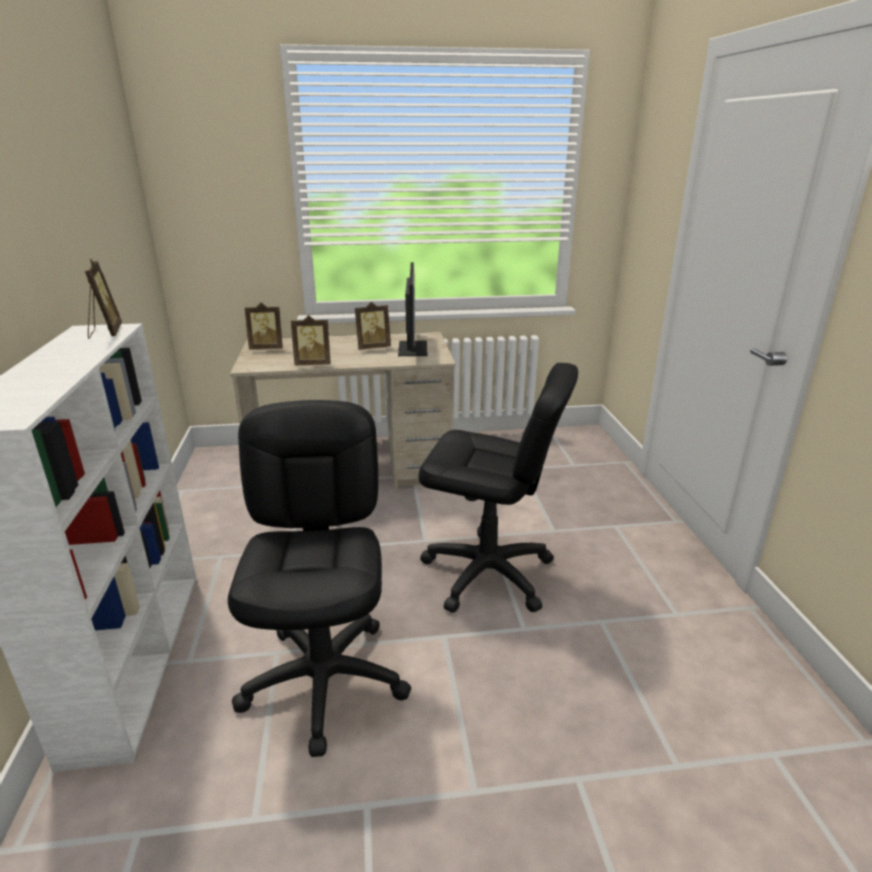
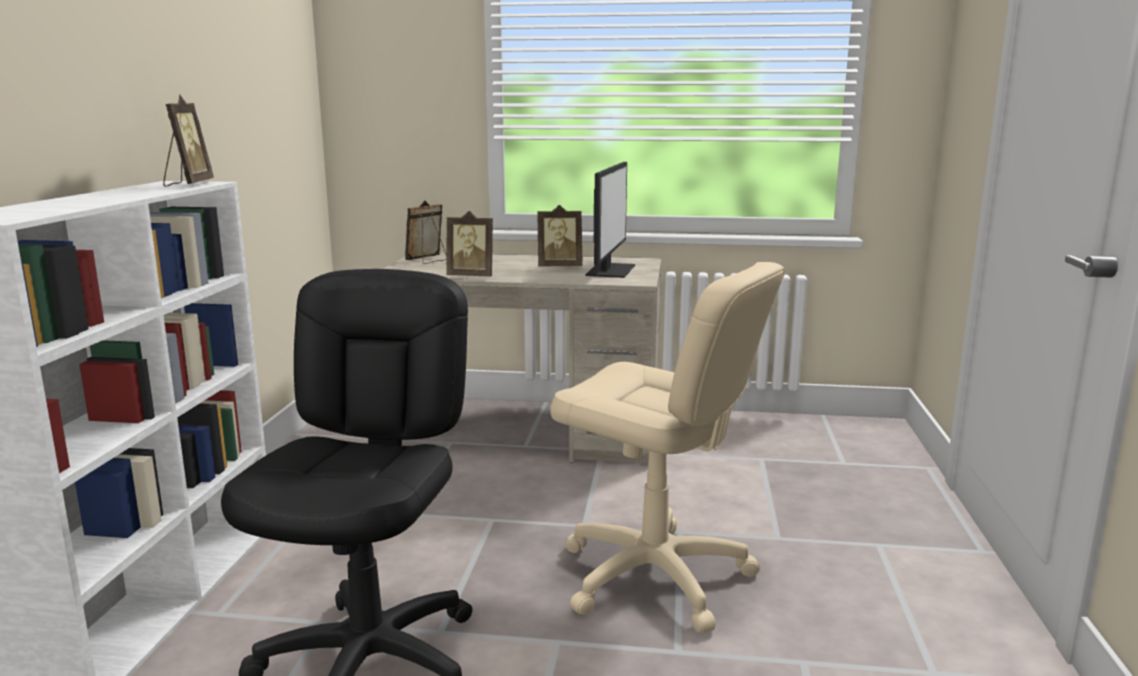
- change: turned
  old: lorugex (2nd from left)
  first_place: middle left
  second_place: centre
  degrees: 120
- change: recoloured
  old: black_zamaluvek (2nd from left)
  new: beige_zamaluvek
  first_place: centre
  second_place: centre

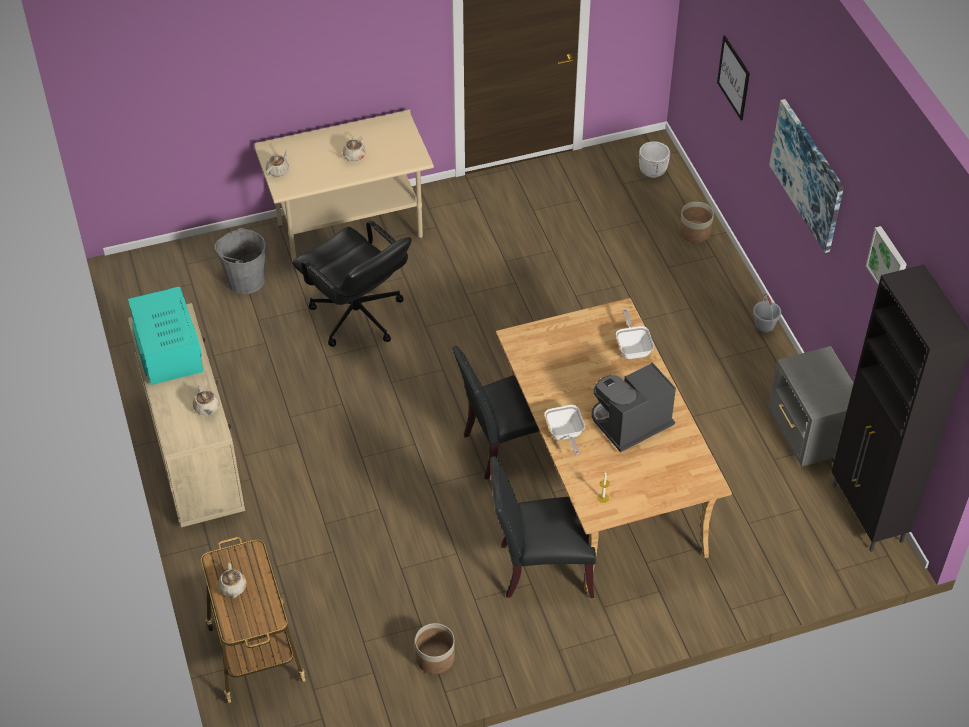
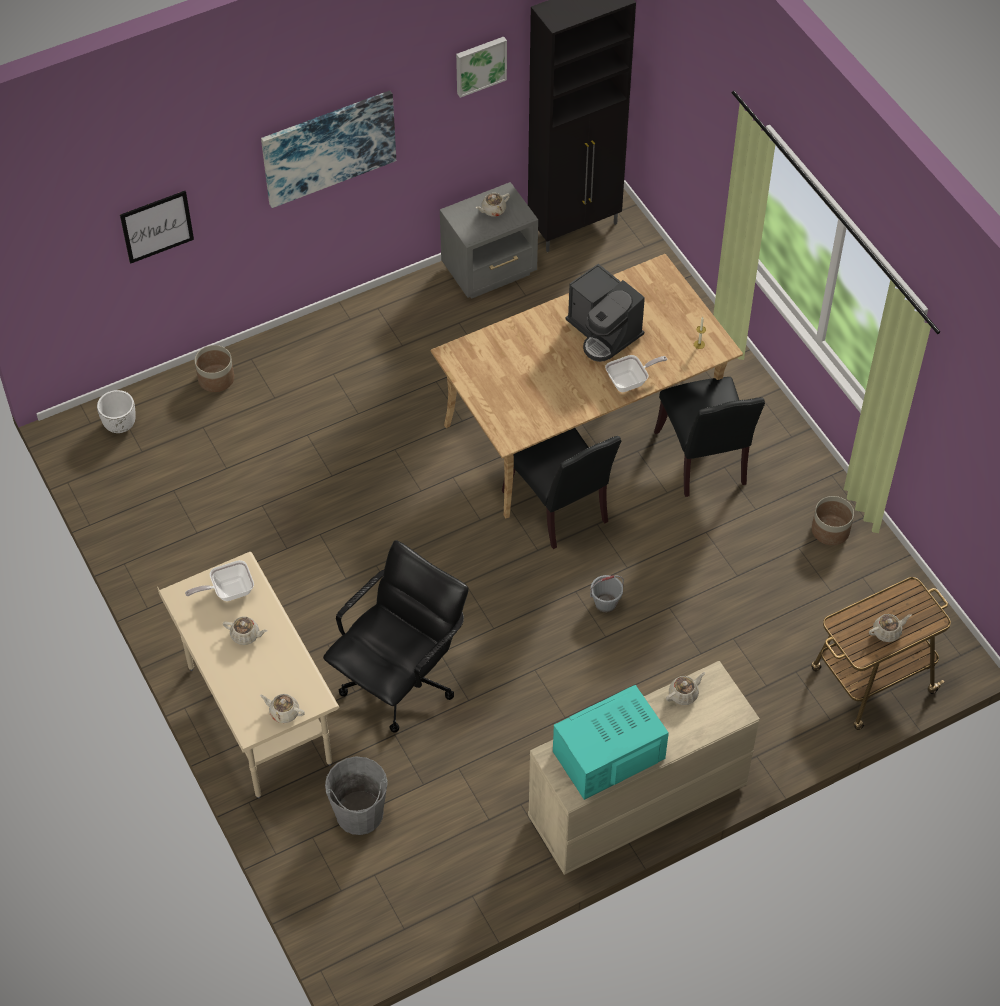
- change: moved
  old: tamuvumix (2nd from left in the first image)
  new: tamuvumix (1st from left)
  first_place: centre
  second_place: middle left
- change: moved
  old: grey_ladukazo (2nd from left)
  first_place: middle right
  second_place: centre
- change: added
  new: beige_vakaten (3rd from left)
  second_place: top centre

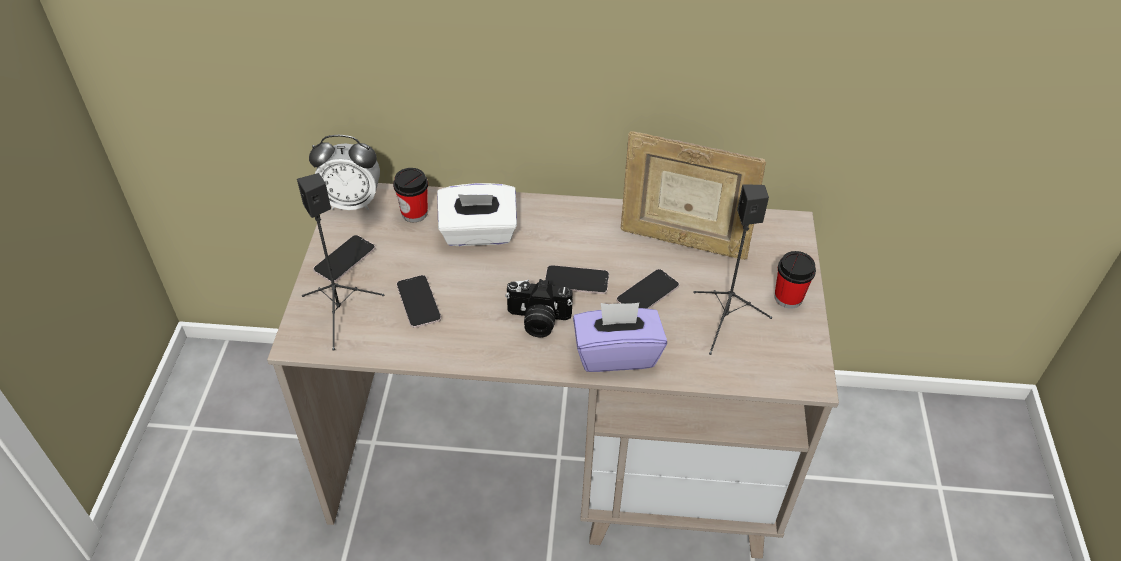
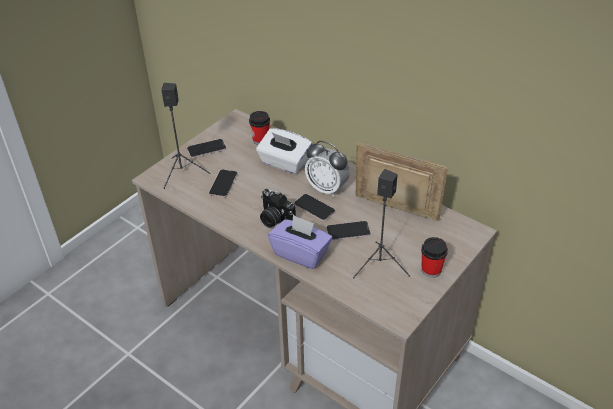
- change: moved
  old: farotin
  first_place: top left
  second_place: centre
- change: turned
  old: lorugex
  first_place: centre
  second_place: centre
  degrees: 150

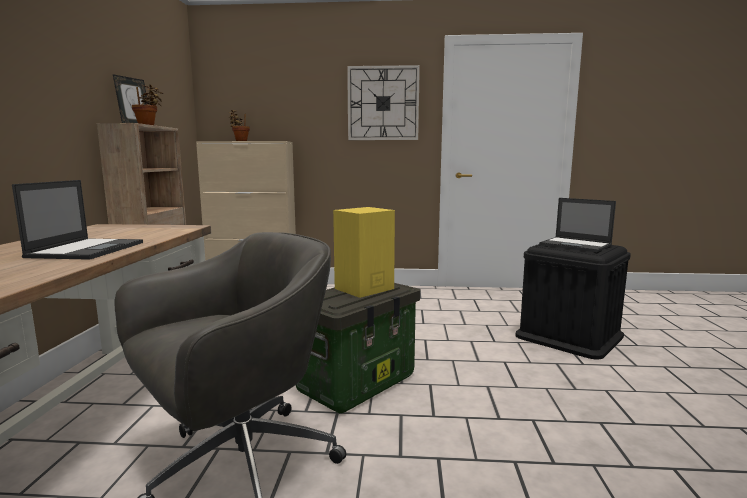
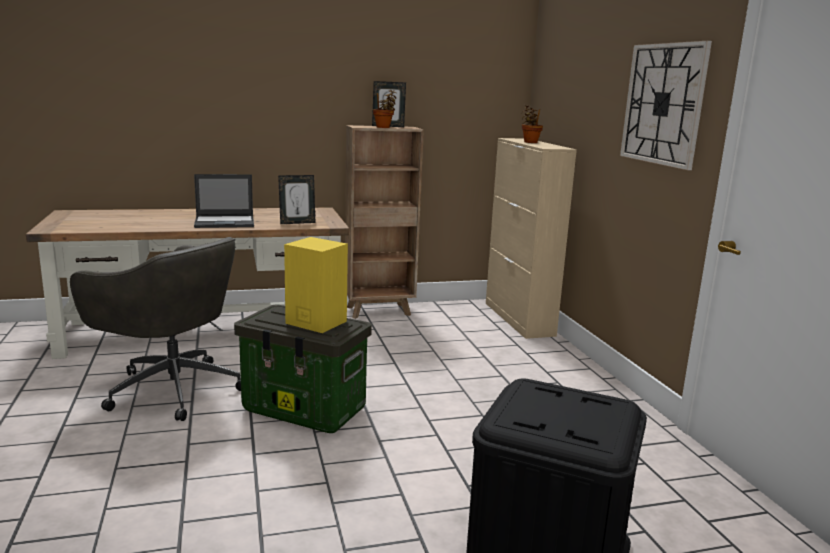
- change: removed
  old: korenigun (2nd from left)
  first_place: middle right
- change: added
  new: lorugex (1st from left)
  second_place: centre

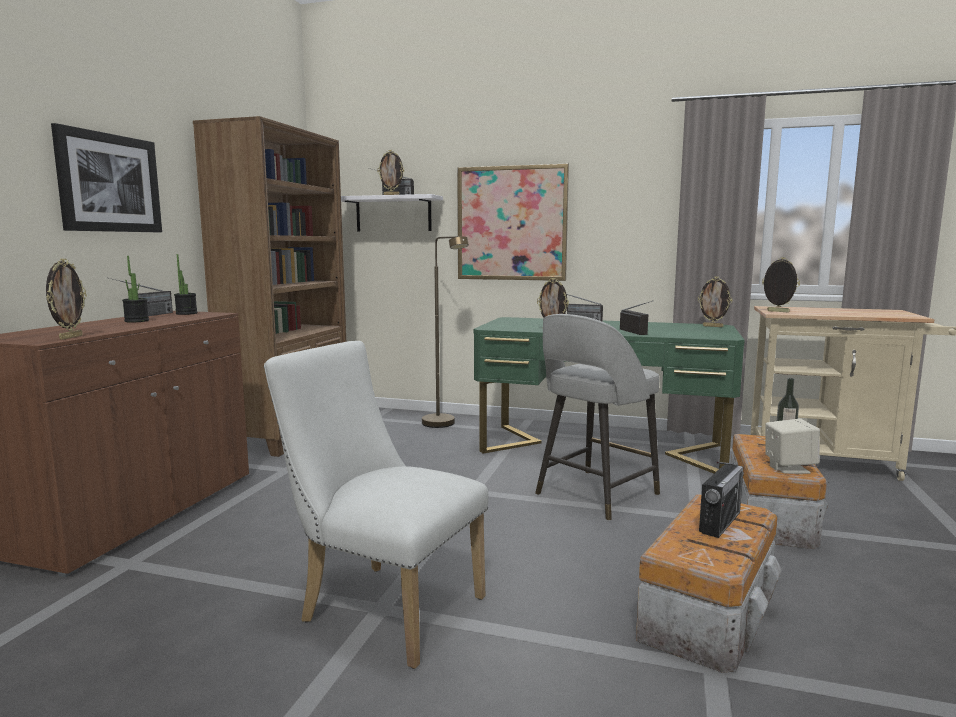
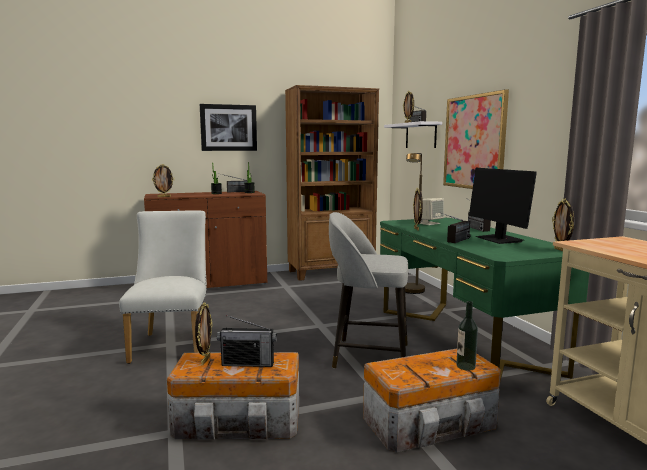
- change: moved
  old: lorugex (5th from left in the first image)
  new: lorugex (2nd from left)
  first_place: middle right
  second_place: bottom left
- change: moved
  old: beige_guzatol
  first_place: middle right
  second_place: centre
- change: added
  new: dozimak
  second_place: middle right

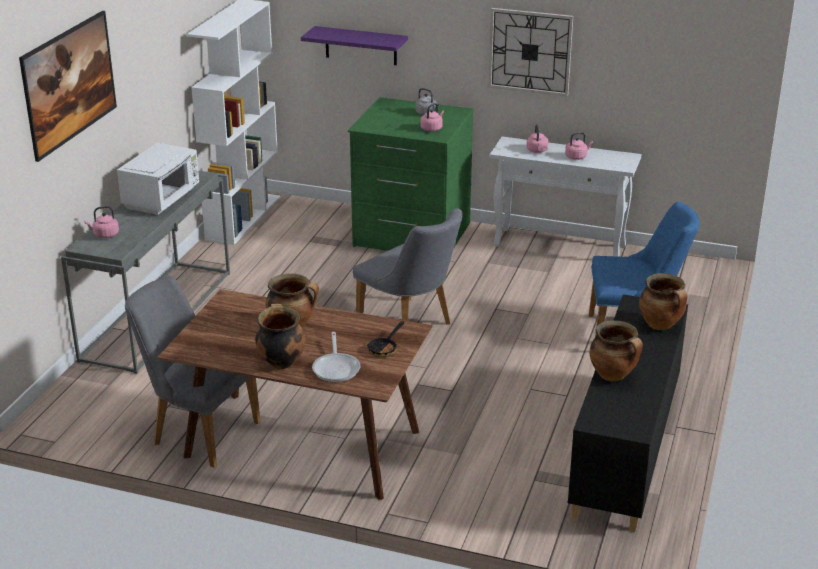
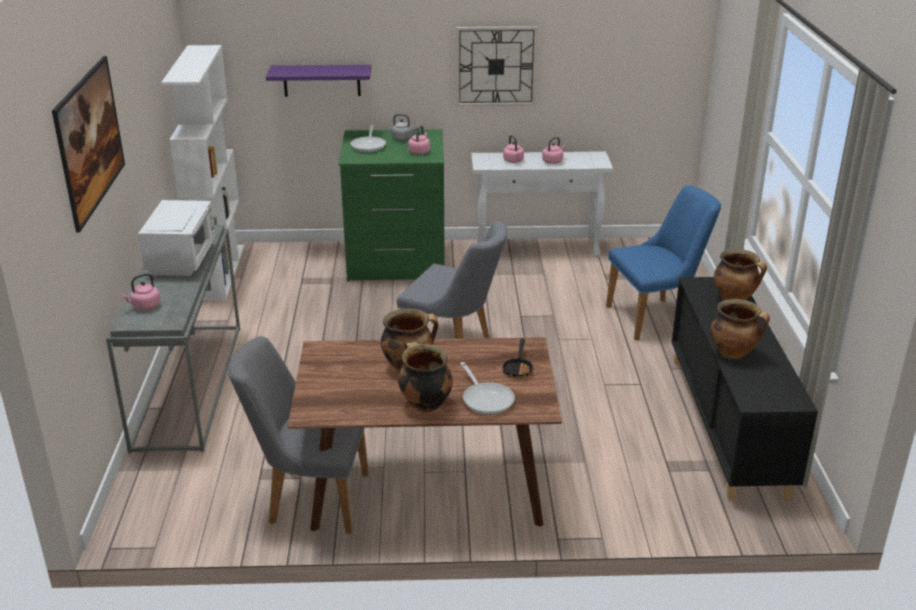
- change: added
  new: tamuvumix (1st from left)
  second_place: top centre

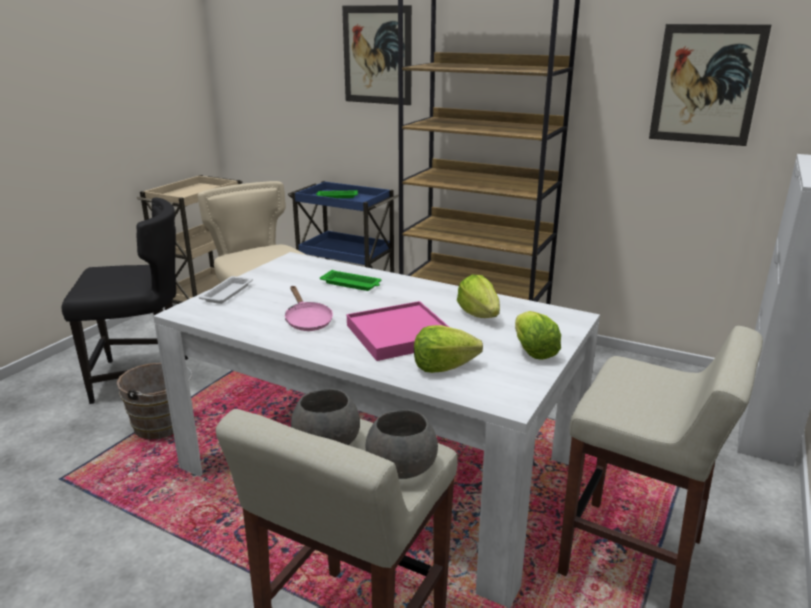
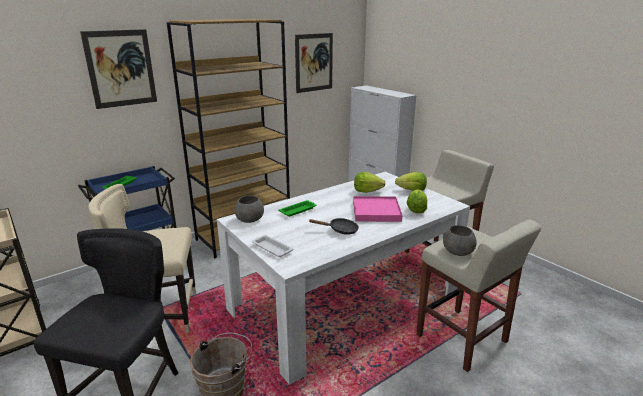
- change: recoloured
  old: pink_tamuvumix
  new: black_tamuvumix
  first_place: centre
  second_place: centre
- change: moved
  old: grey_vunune (2nd from left in the first image)
  new: grey_vunune (1st from left)
  first_place: bottom centre
  second_place: centre

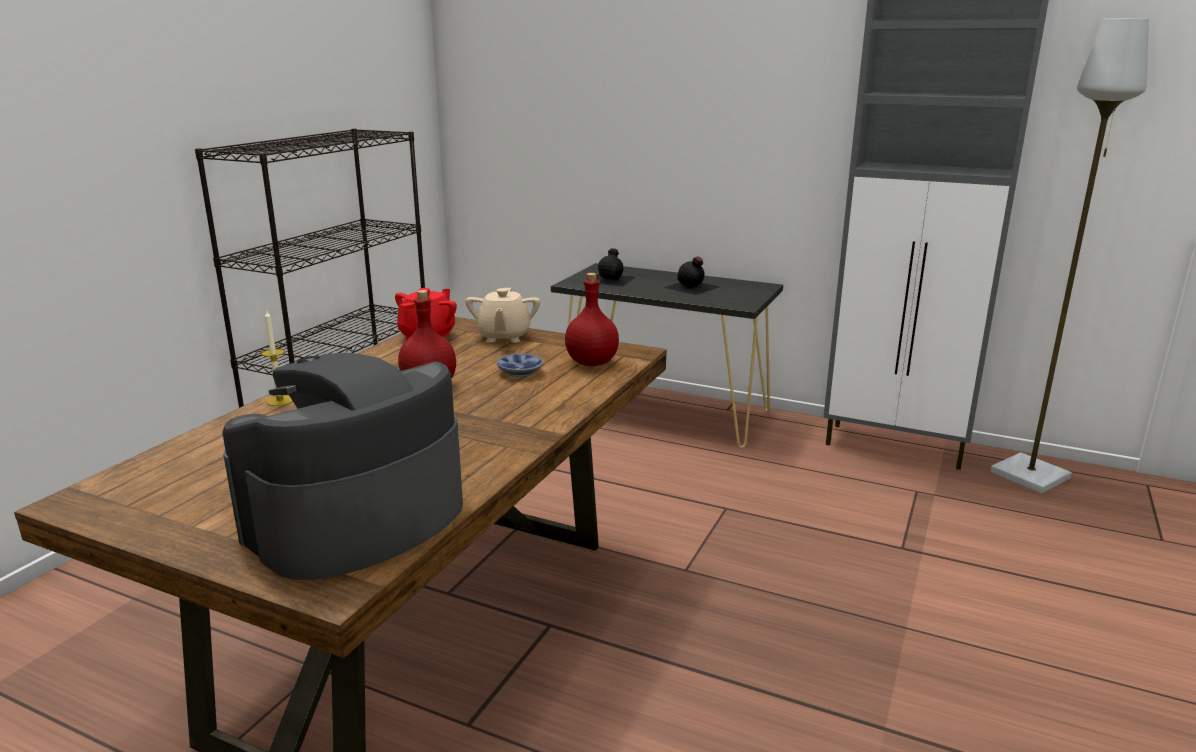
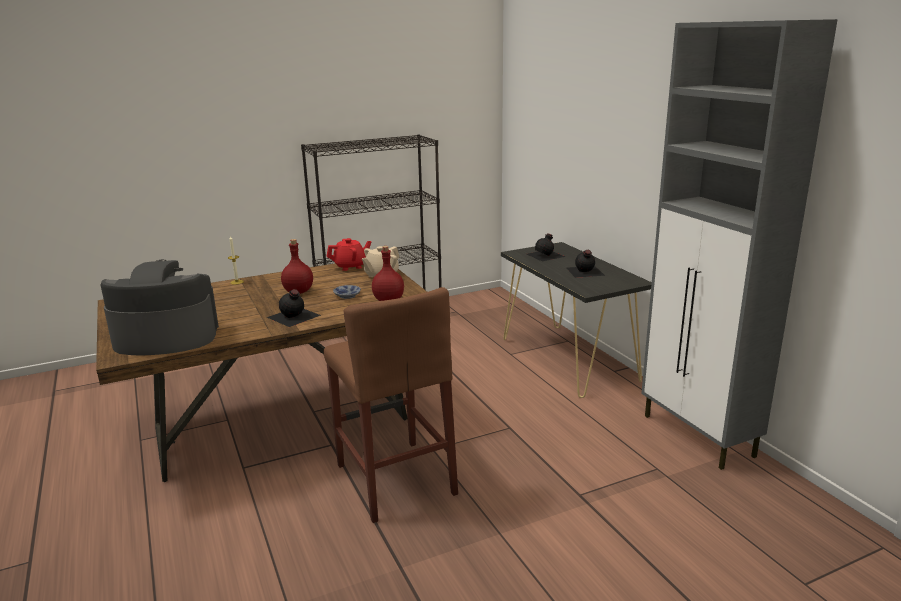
- change: removed
  old: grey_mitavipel
  first_place: middle right
- change: added
  new: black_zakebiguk (1st from left)
  second_place: middle left
- change: added
  new: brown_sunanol
  second_place: bottom centre

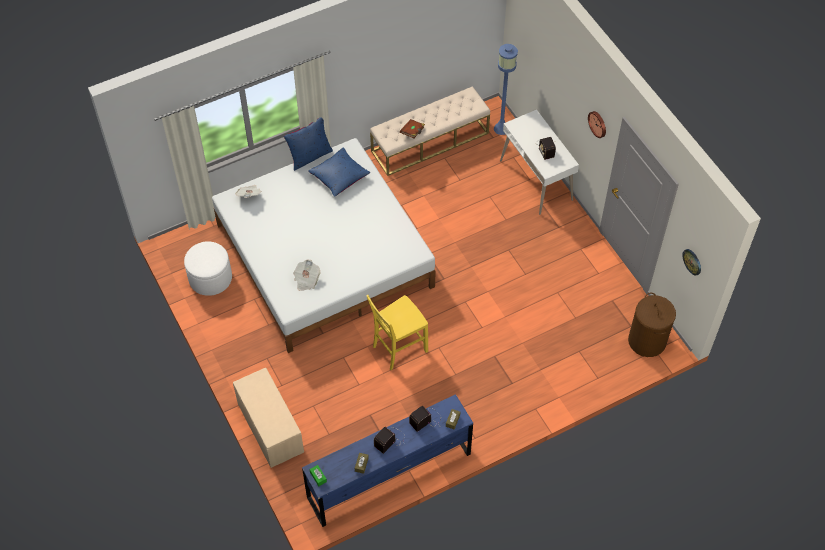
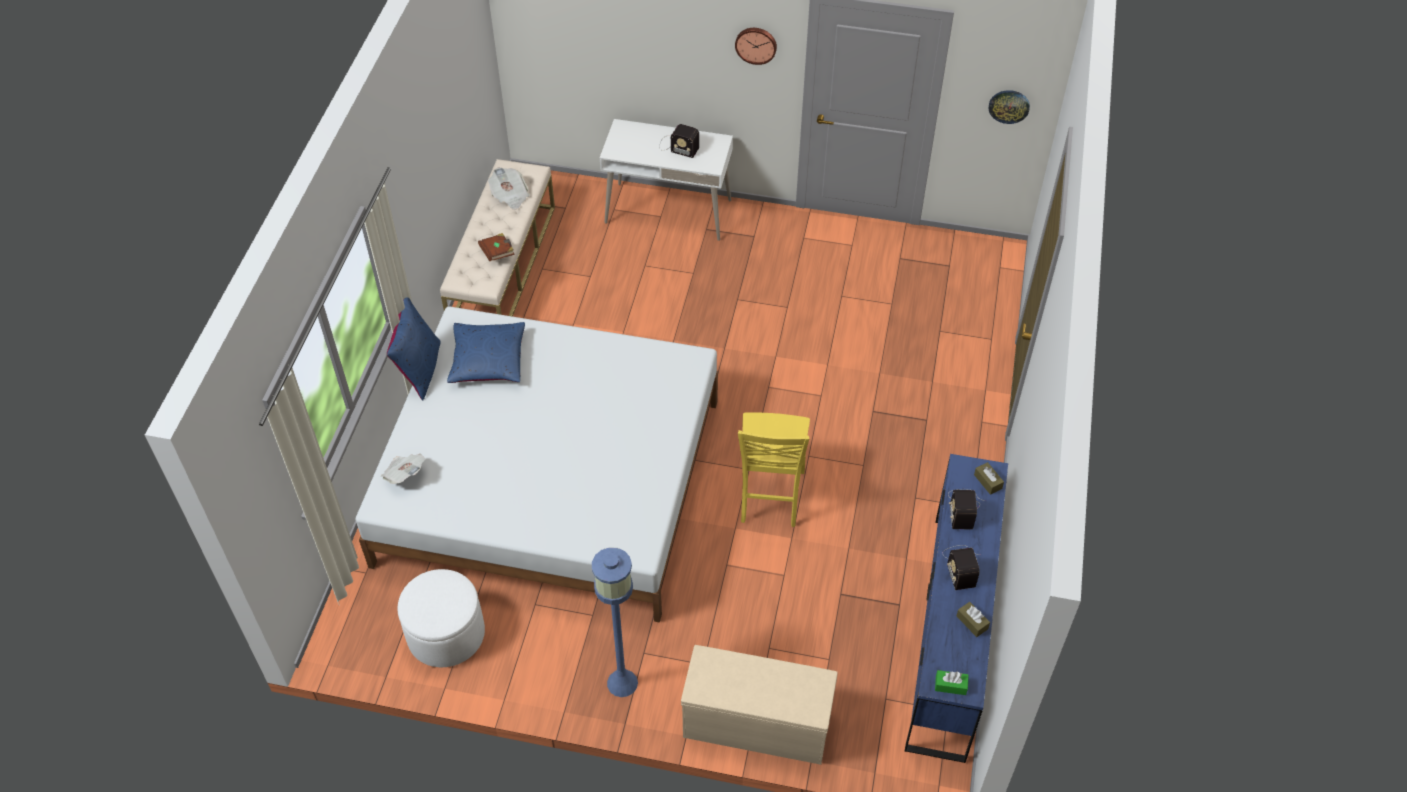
- change: moved
  old: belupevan (2nd from left)
  first_place: centre
  second_place: top centre
- change: moved
  old: blue_mitavipel
  first_place: top centre
  second_place: bottom centre
- change: removed
  old: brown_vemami
  first_place: middle right

